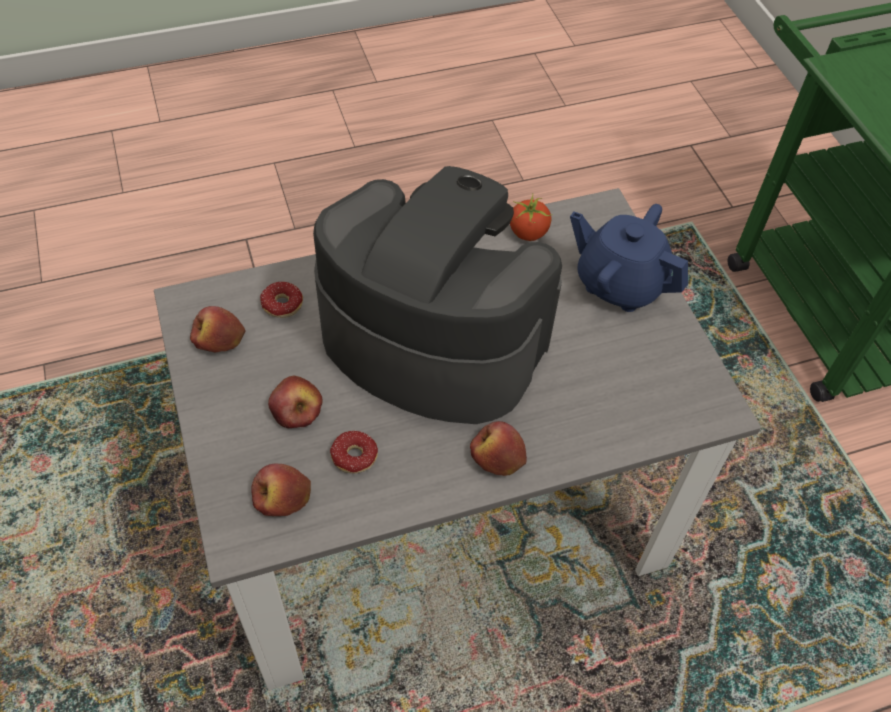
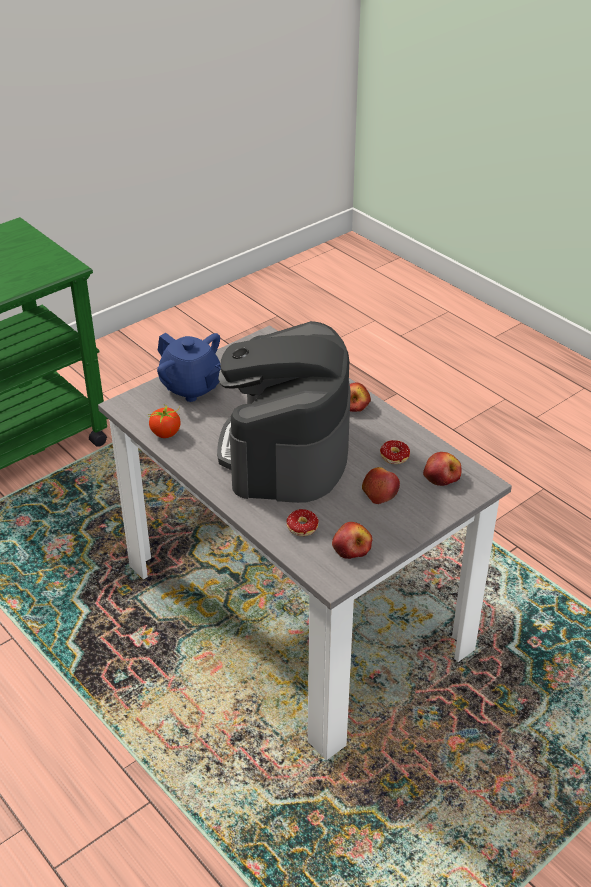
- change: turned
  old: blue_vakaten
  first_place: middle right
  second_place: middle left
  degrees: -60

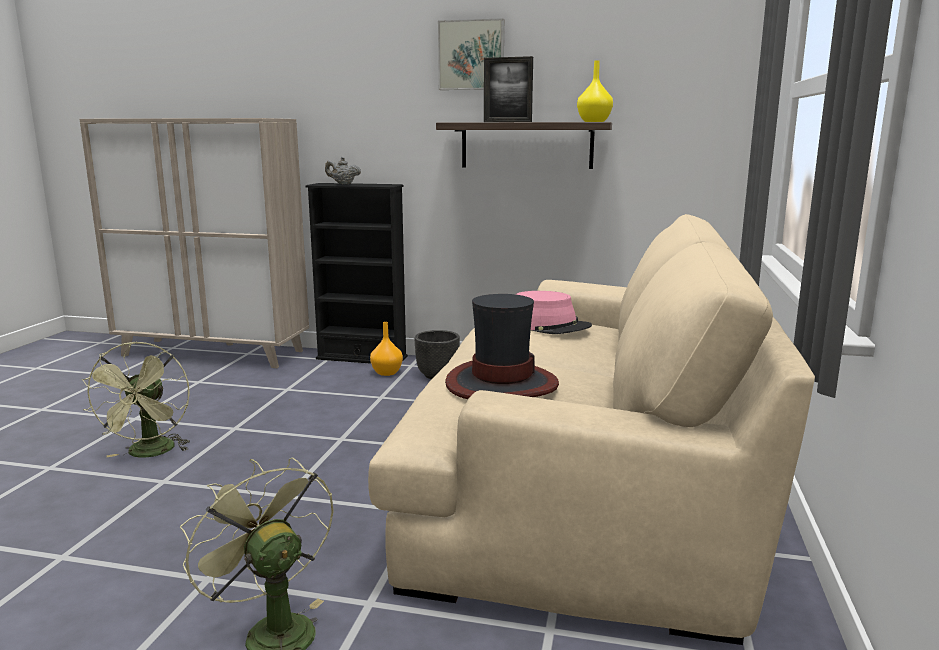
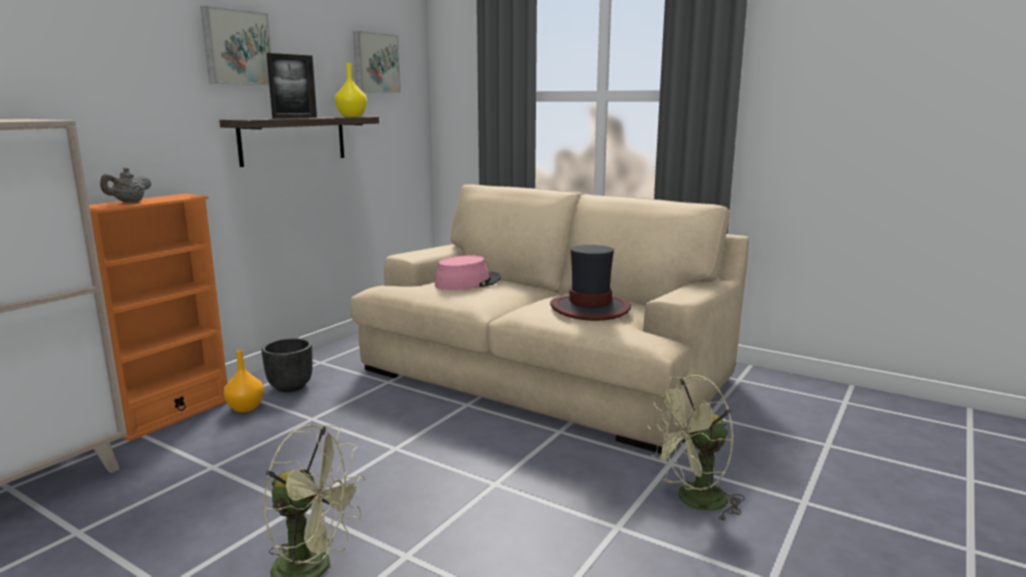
- change: recoloured
  old: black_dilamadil
  new: orange_dilamadil
  first_place: centre
  second_place: middle left
- change: added
  new: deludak (2nd from left)
  second_place: top centre

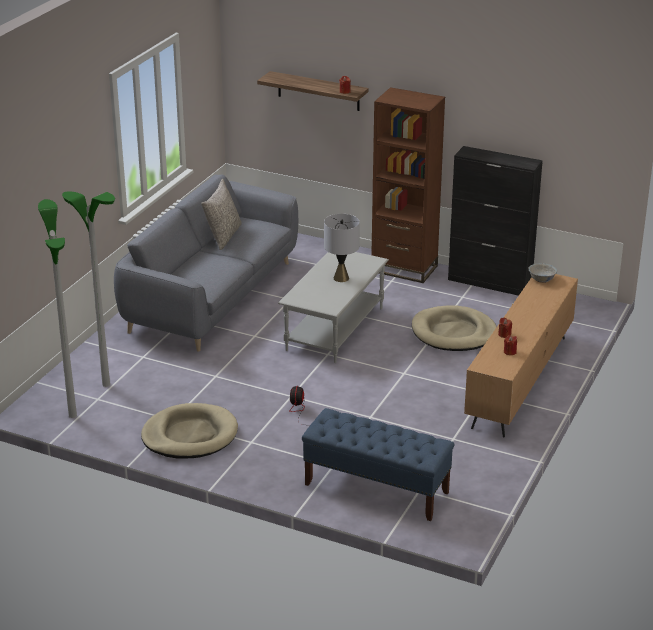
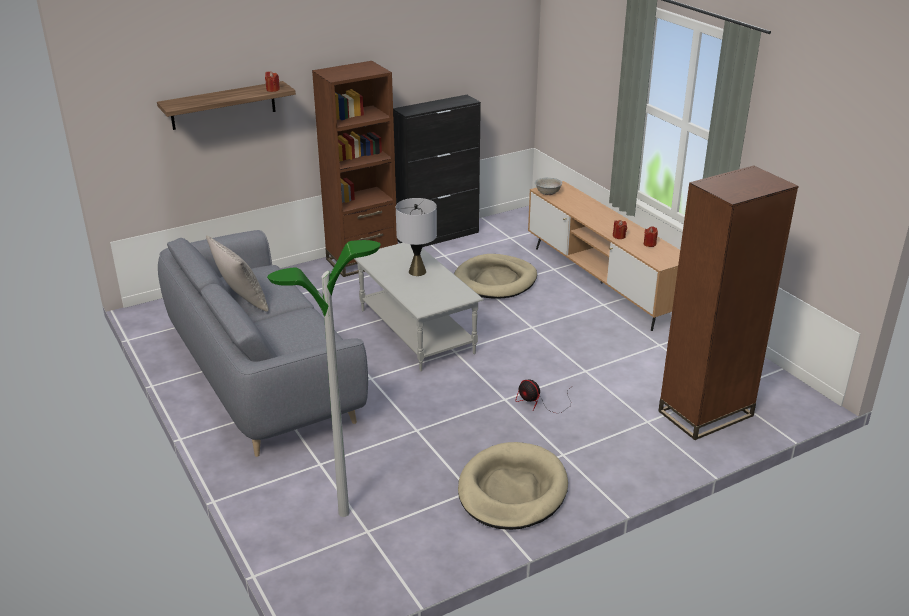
- change: removed
  old: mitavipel (1st from left)
  first_place: middle left
- change: replaced
  old: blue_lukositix
  new: brown_dilamadil (2nd from left)
  first_place: bottom centre
  second_place: middle right

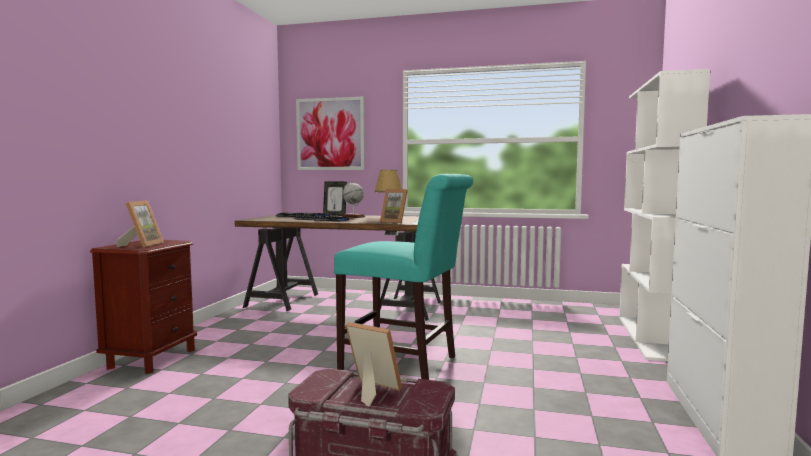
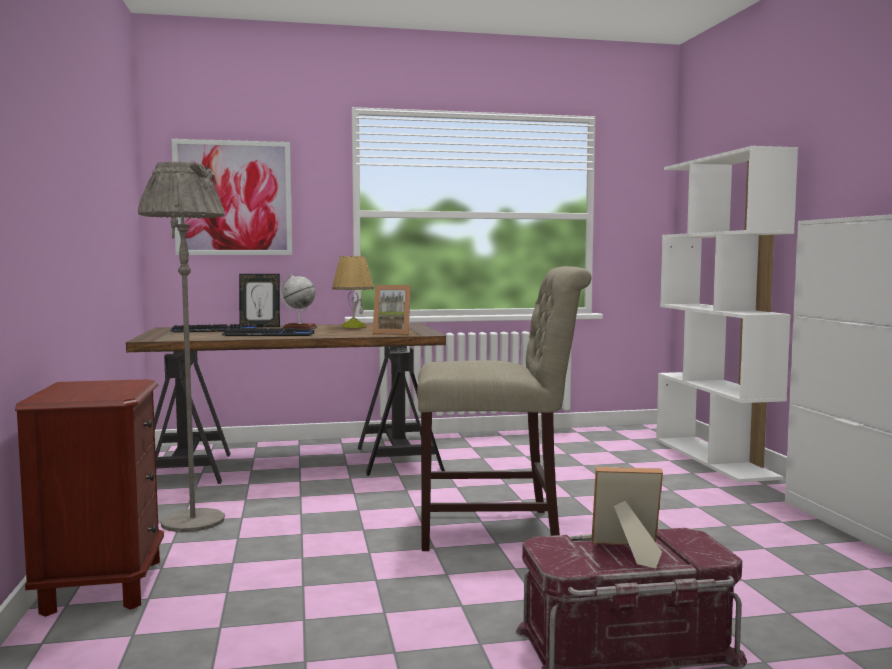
- change: removed
  old: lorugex (1st from left)
  first_place: middle left
- change: recoloured
  old: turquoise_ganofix
  new: beige_ganofix
  first_place: centre
  second_place: centre
- change: added
  new: grey_mitavipel
  second_place: middle left

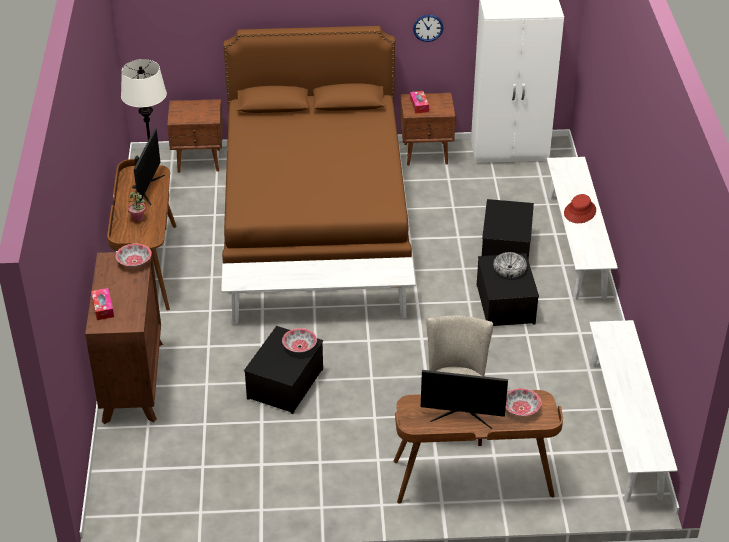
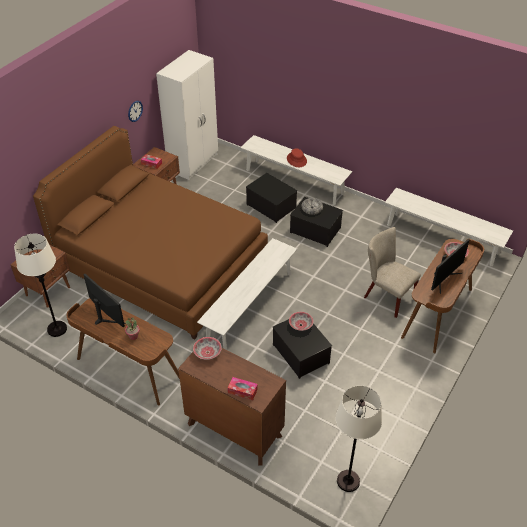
- change: added
  new: white_mitavipel (2nd from left)
  second_place: bottom right

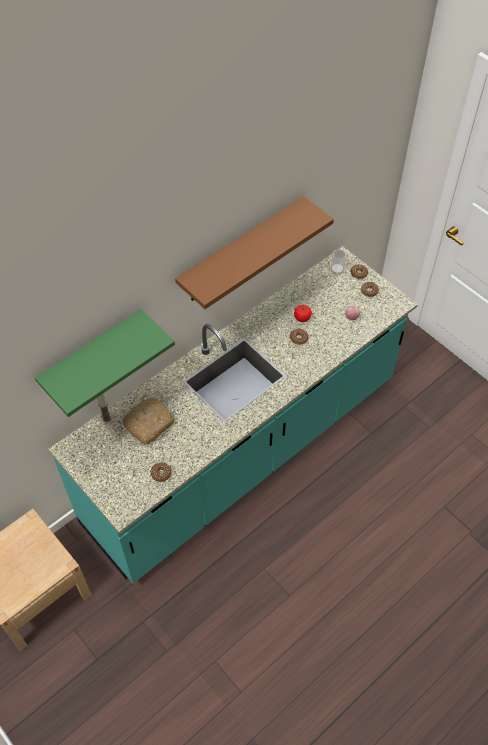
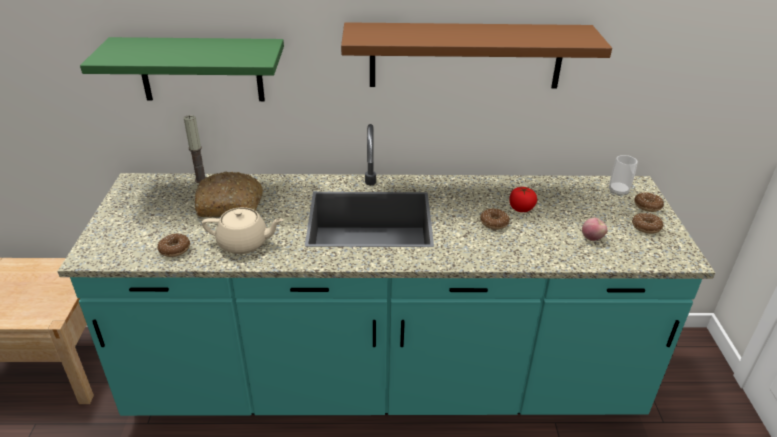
- change: added
  new: beige_vakaten
  second_place: middle left

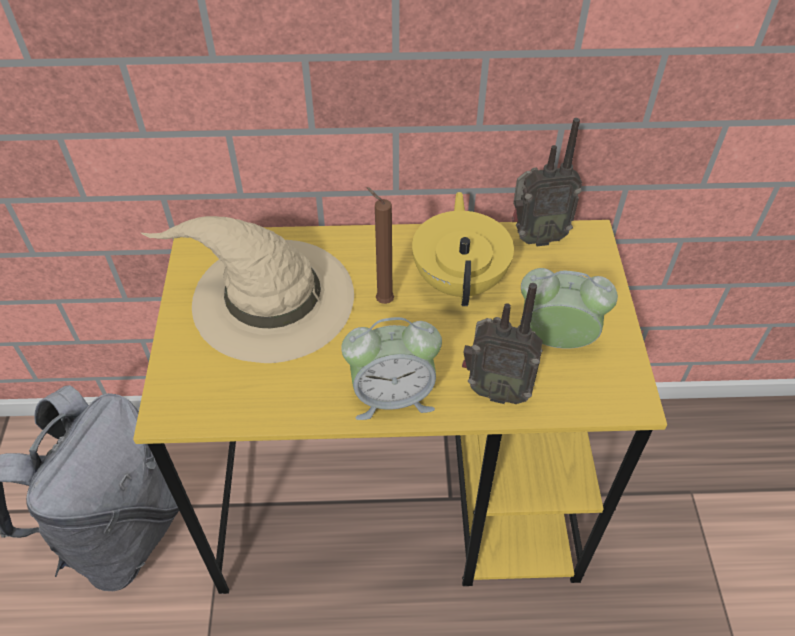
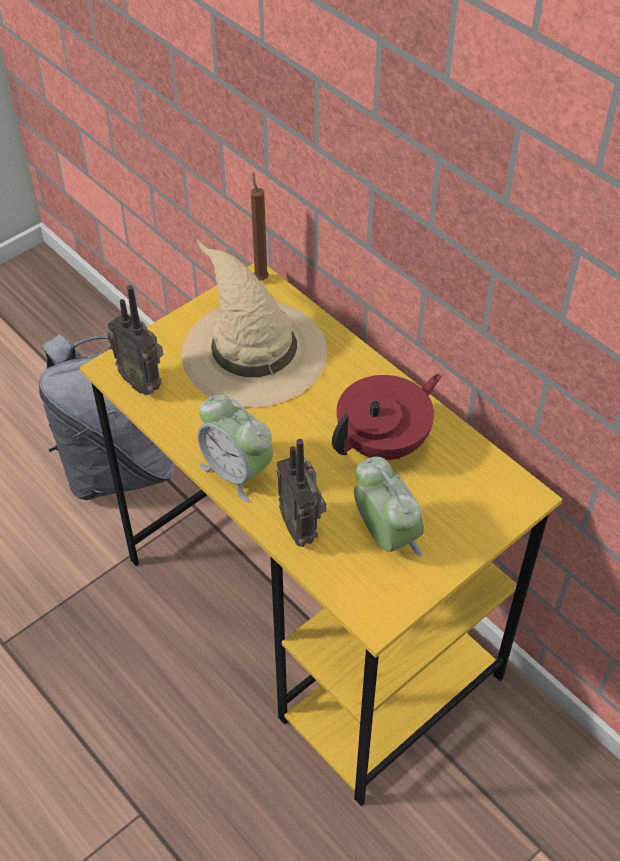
- change: moved
  old: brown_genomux
  first_place: centre
  second_place: top centre
- change: recoloured
  old: yellow_vakaten
  new: red_vakaten
  first_place: centre
  second_place: centre
- change: moved
  old: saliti (2nd from left in the first image)
  new: saliti (1st from left)
  first_place: top right
  second_place: middle left

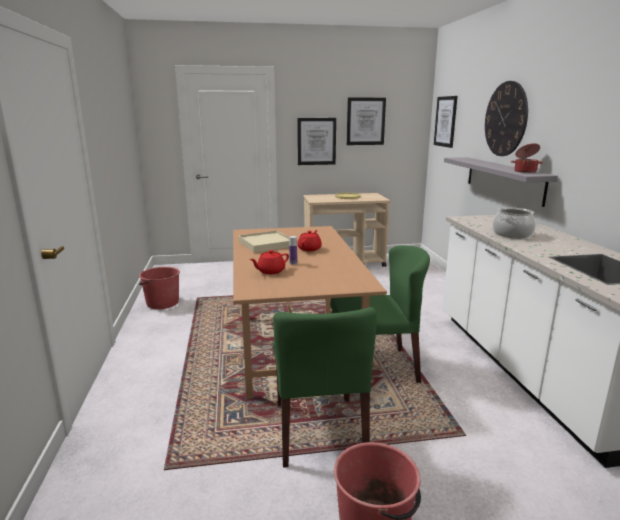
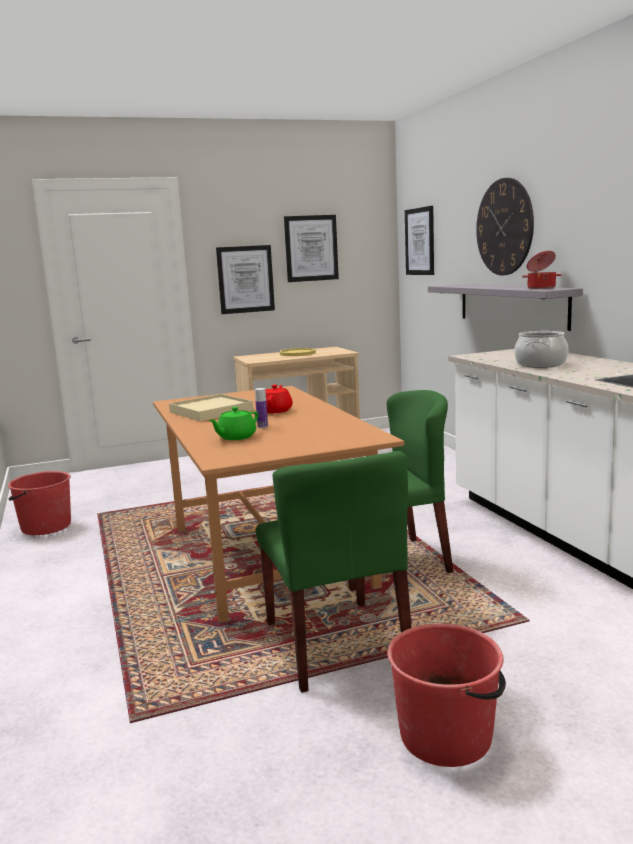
- change: recoloured
  old: red_vakaten (1st from left)
  new: green_vakaten
  first_place: centre
  second_place: centre

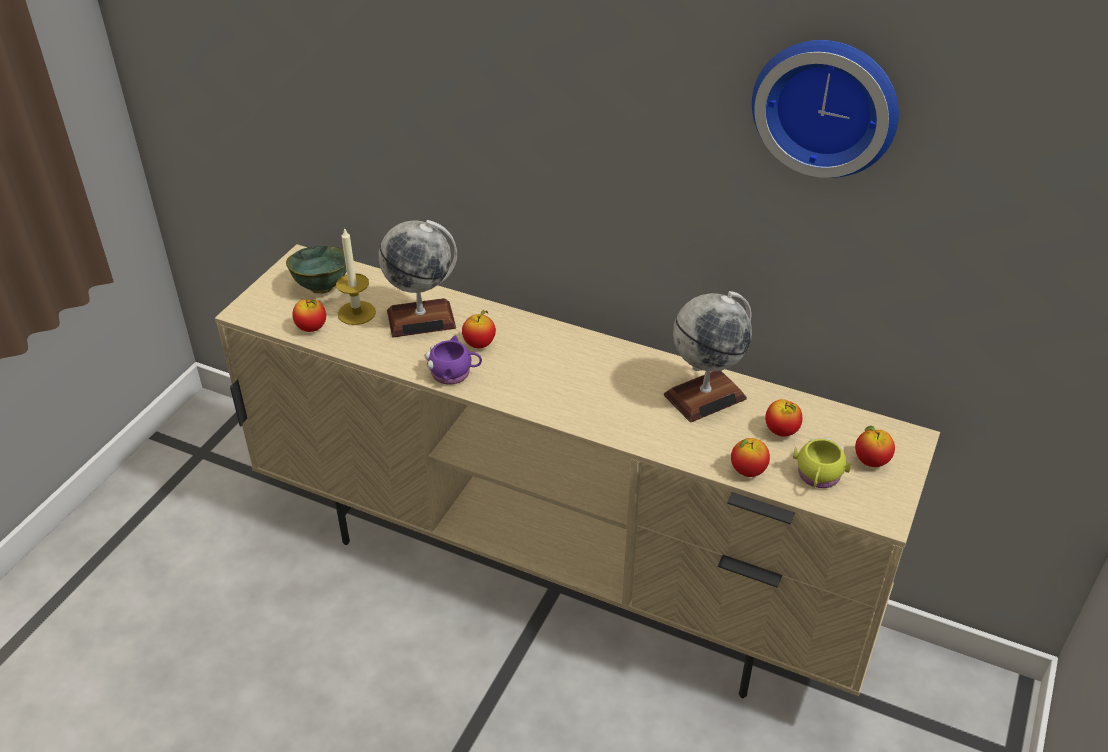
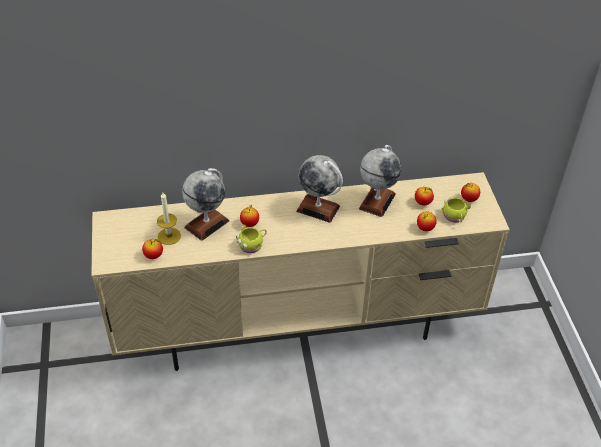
- change: removed
  old: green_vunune
  first_place: middle left
- change: recoloured
  old: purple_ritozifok
  new: yellow_ritozifok (1st from left)
  first_place: centre
  second_place: centre
- change: removed
  old: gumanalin
  first_place: top right
- change: added
  new: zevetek (2nd from left)
  second_place: centre

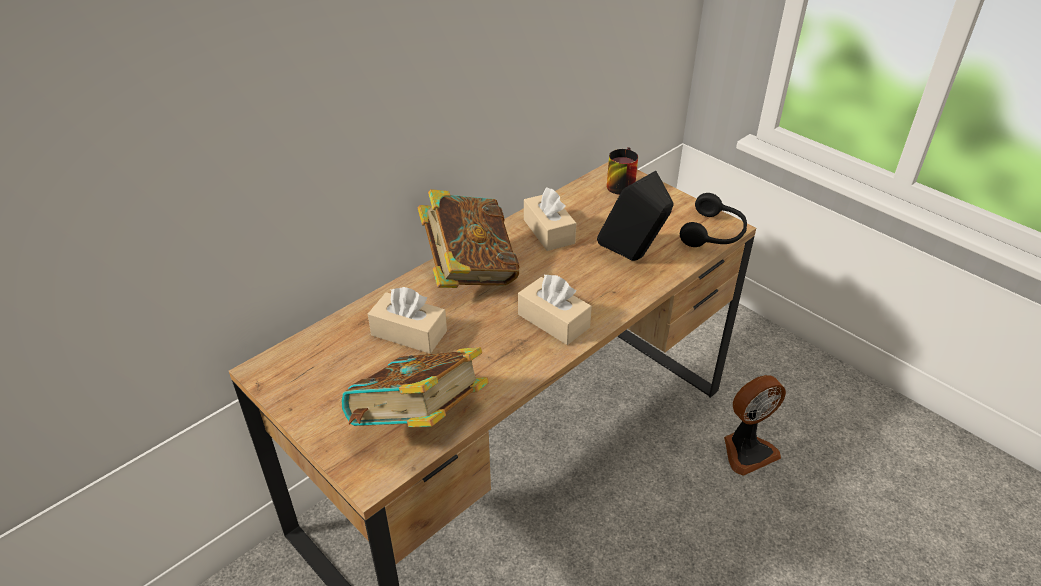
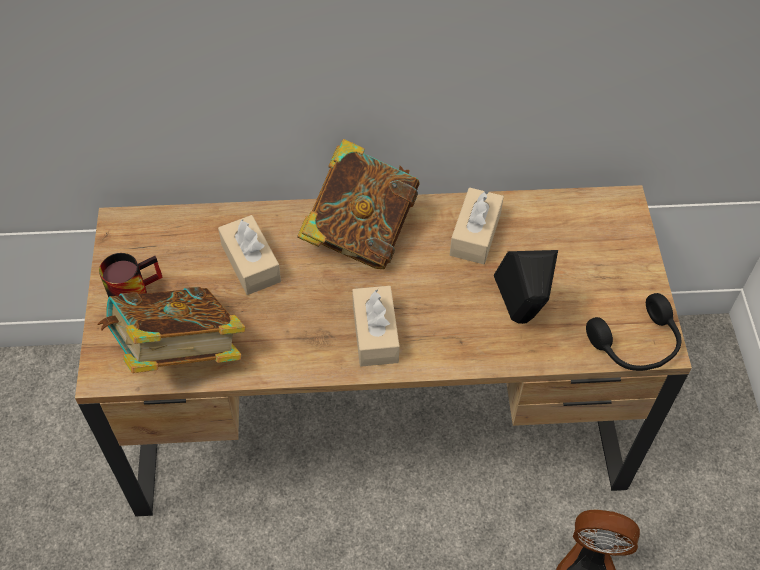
- change: moved
  old: ritozifok
  first_place: top centre
  second_place: middle left

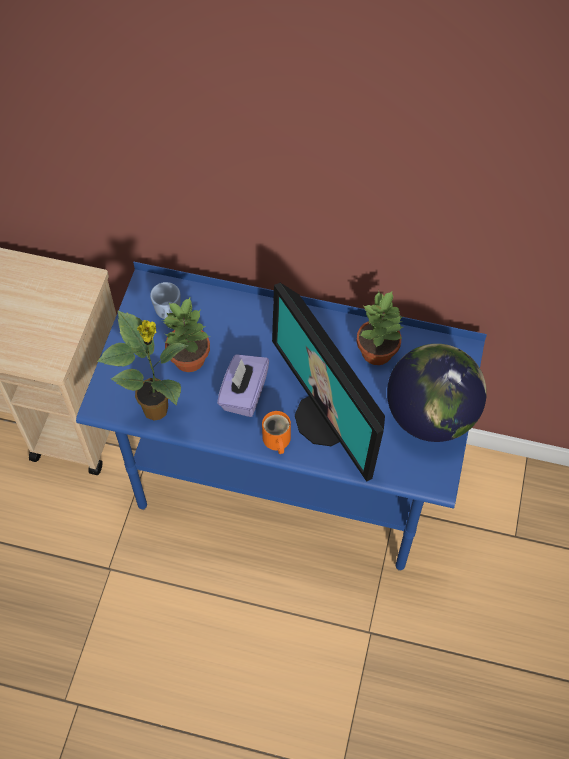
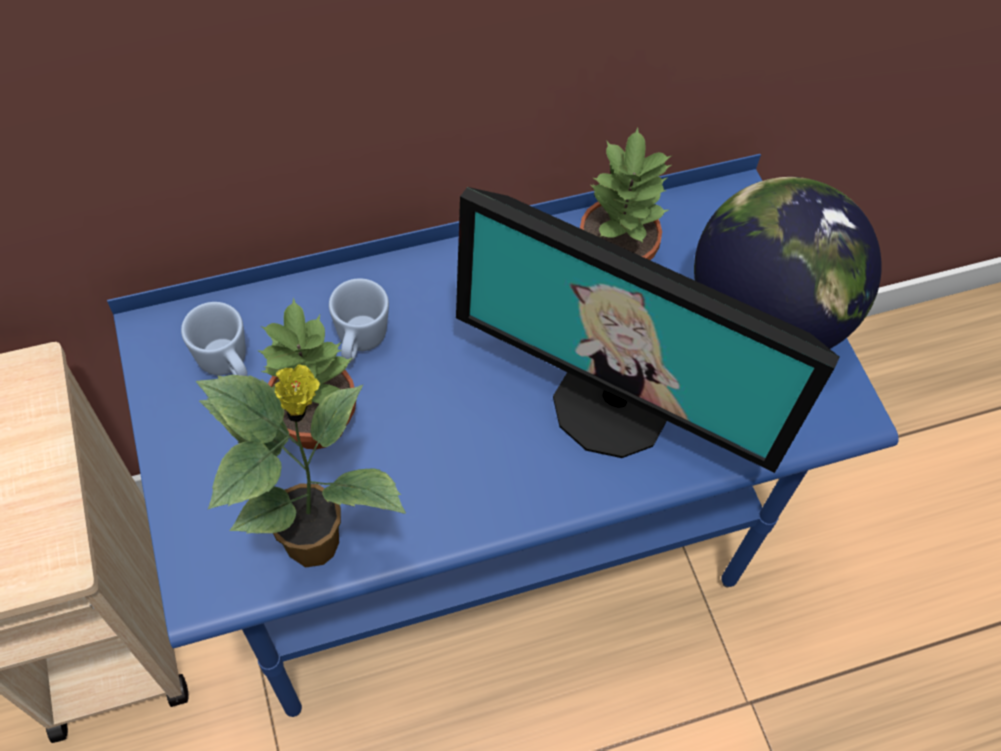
- change: removed
  old: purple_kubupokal
  first_place: centre
- change: removed
  old: orange_ritozifok
  first_place: centre
- change: added
  new: blue_ritozifok (2nd from left)
  second_place: centre

